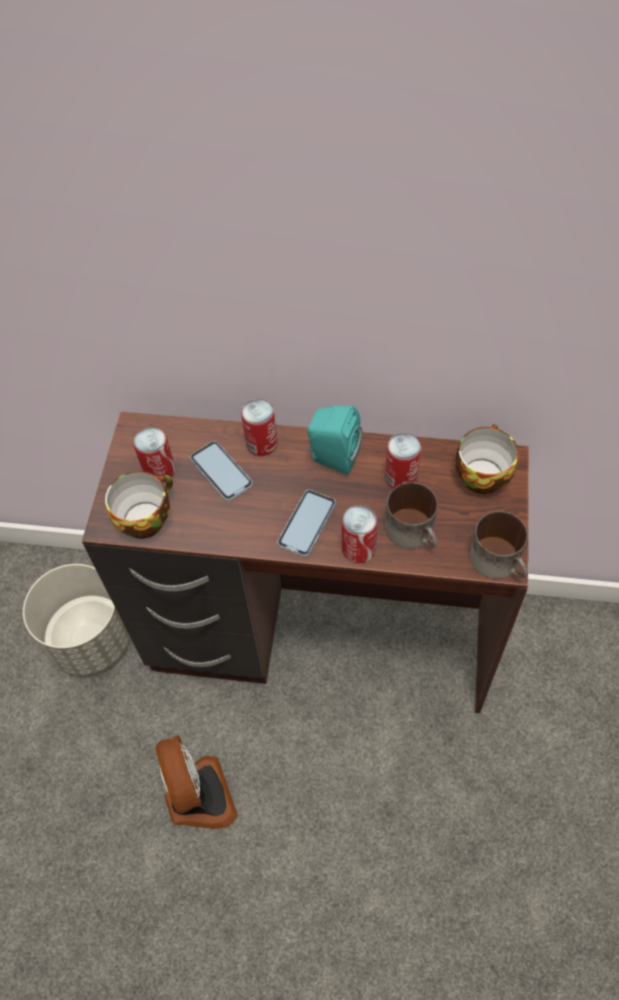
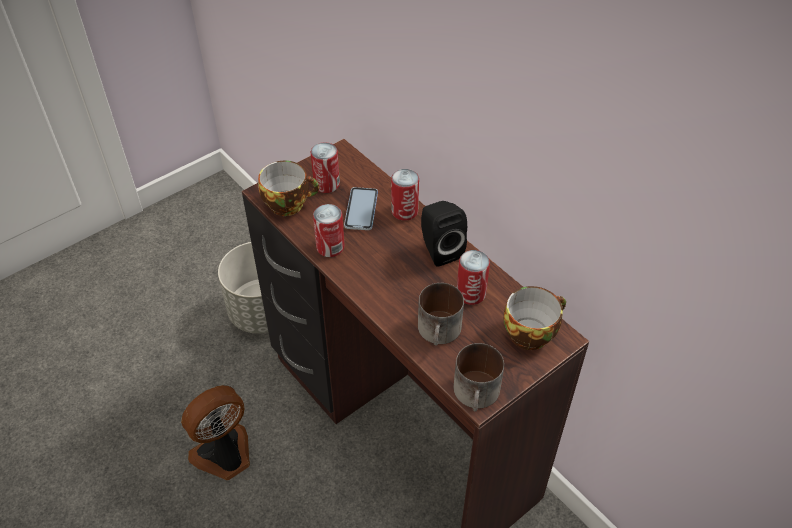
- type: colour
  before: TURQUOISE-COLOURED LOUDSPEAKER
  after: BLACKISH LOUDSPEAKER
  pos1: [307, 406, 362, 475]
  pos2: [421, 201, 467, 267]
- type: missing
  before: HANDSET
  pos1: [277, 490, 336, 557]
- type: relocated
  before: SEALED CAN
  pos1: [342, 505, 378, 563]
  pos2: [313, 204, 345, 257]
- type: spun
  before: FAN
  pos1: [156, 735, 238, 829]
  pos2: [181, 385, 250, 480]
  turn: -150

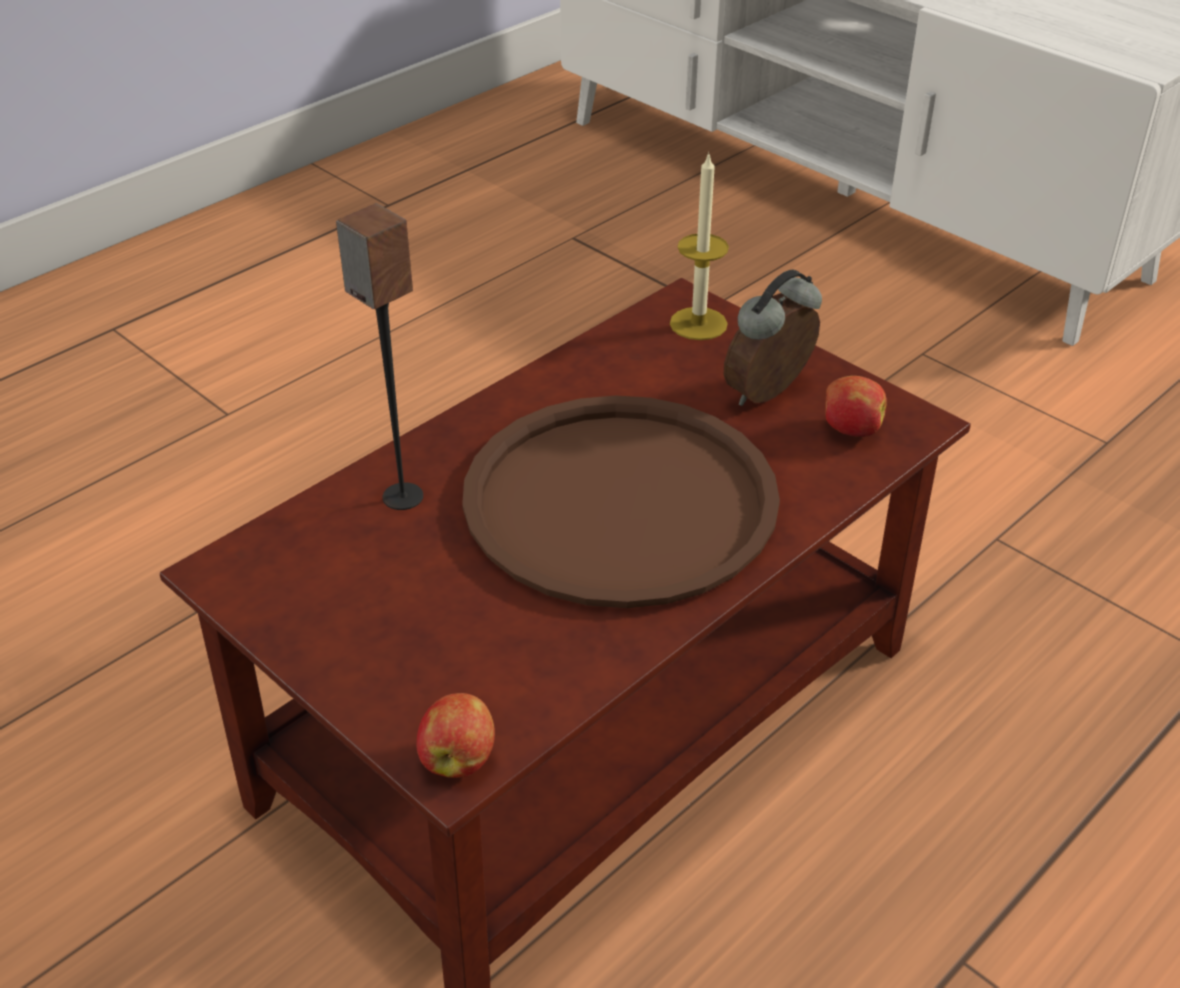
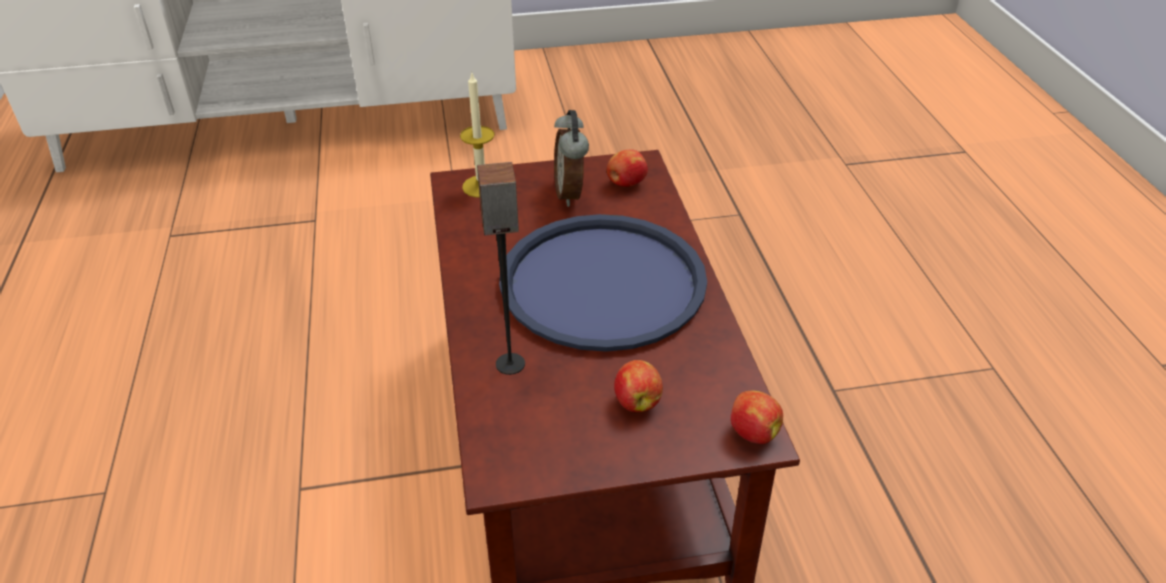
- type: colour
  before: BROWN-COLOURED TRAY
  after: BLUE TRAY
  pos1: [462, 396, 780, 608]
  pos2: [499, 214, 707, 352]
- type: appeared
  after: WHOLE APPLE
  pos2: [614, 360, 663, 412]

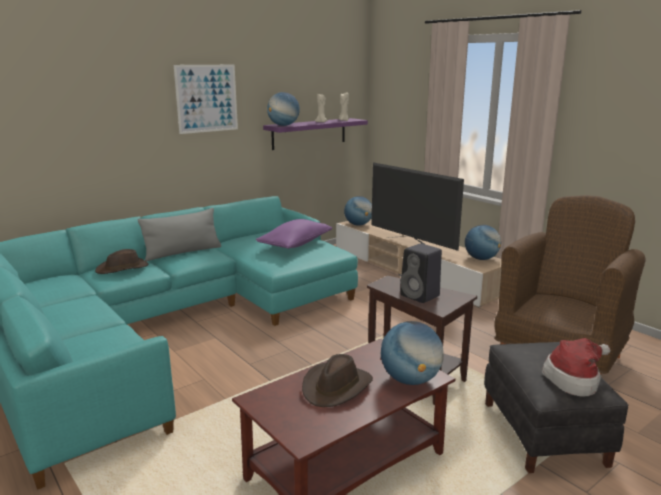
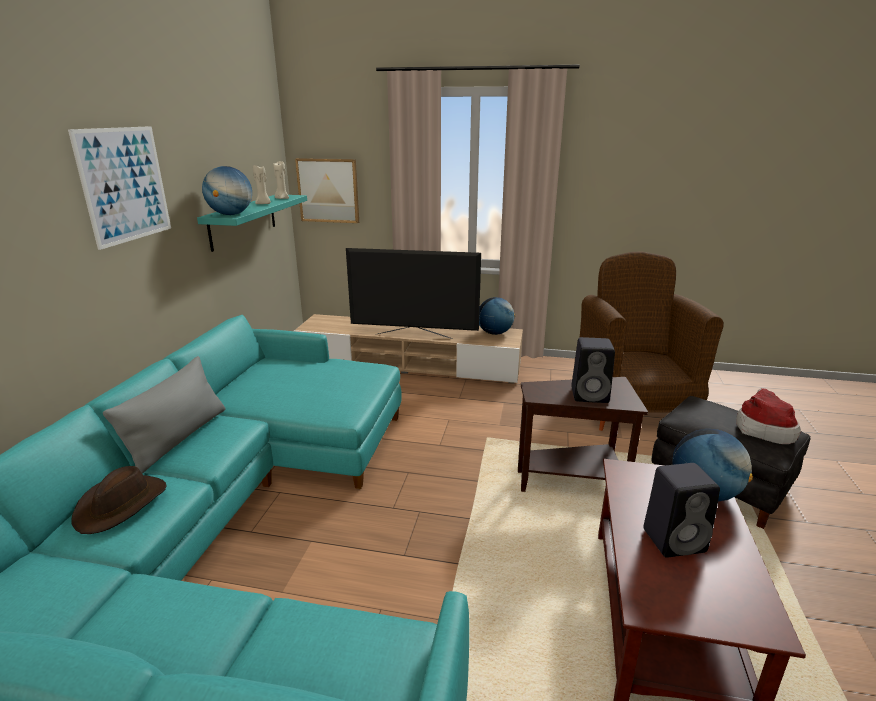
- type: colour
  before: PURPLE-COLOURED SHELF
  after: TURQUOISE-COLOURED SHELF
  pos1: [263, 118, 368, 150]
  pos2: [197, 195, 307, 252]
- type: missing
  before: DESK GLOBE
  pos1: [344, 196, 372, 226]
- type: missing
  before: PURPLE-COLOURED CUSHION
  pos1: [256, 219, 332, 249]
- type: exchanged
  before: BROWN-COLOURED CLOTHING HAT
  after: BLACKISH LOUDSPEAKER
  pos1: [302, 354, 373, 407]
  pos2: [643, 463, 720, 558]
- type: appeared
  after: PICTURE
  pos2: [295, 158, 359, 223]

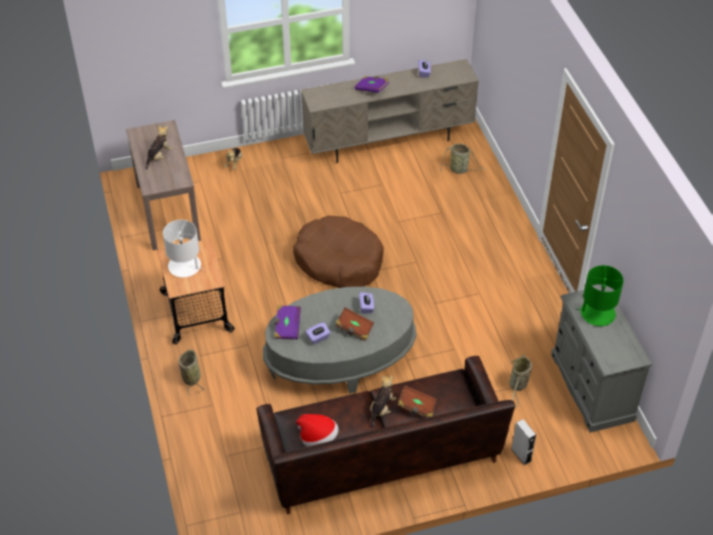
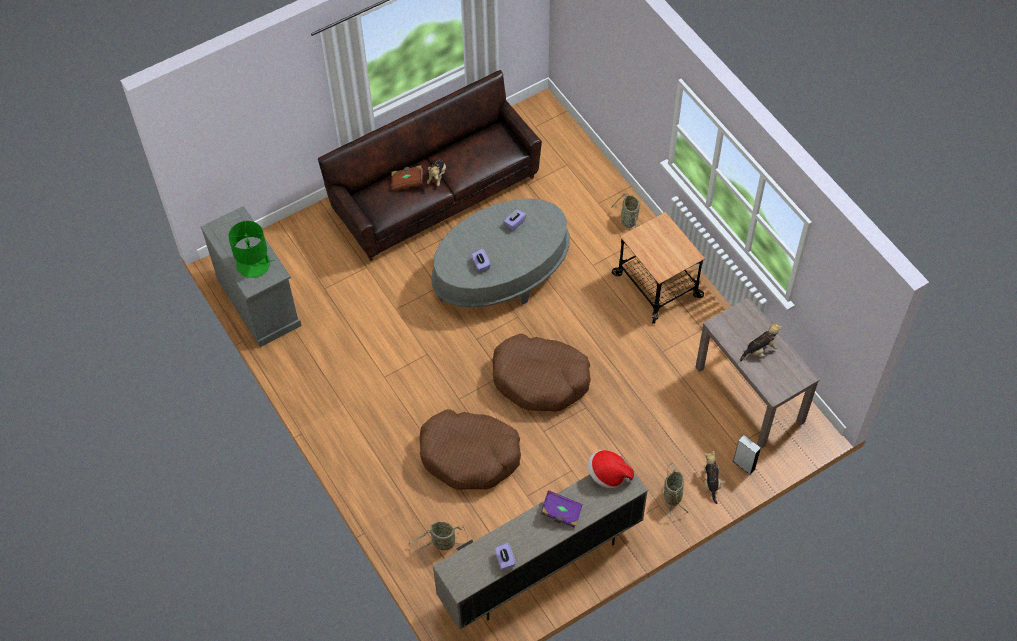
- type: spun
  before: SOFT TOY
  pos1: [146, 126, 172, 170]
  pos2: [740, 322, 782, 361]
  turn: -135
- type: missing
  before: WHITISH LAMP FOR A TABLE
  pos1: [163, 220, 202, 277]
- type: missing
  before: PURPLE-COLOURED VOLUME
  pos1: [274, 305, 301, 339]
- type: missing
  before: BROWN-COLOURED VOLUME
  pos1: [335, 307, 374, 341]
- type: relocated
  before: HOUSEHOLD BASKET
  pos1: [509, 353, 532, 408]
  pos2: [664, 463, 688, 516]
- type: relocated
  before: CLOTHING HAT
  pos1: [296, 414, 339, 447]
  pos2: [588, 450, 634, 488]
- type: relocated
  before: GREYISH LOUDSPEAKER
  pos1: [511, 419, 536, 465]
  pos2: [733, 435, 761, 475]
- type: appeared
  after: BROWN-COLOURED PET BED
  pos2: [419, 409, 521, 490]

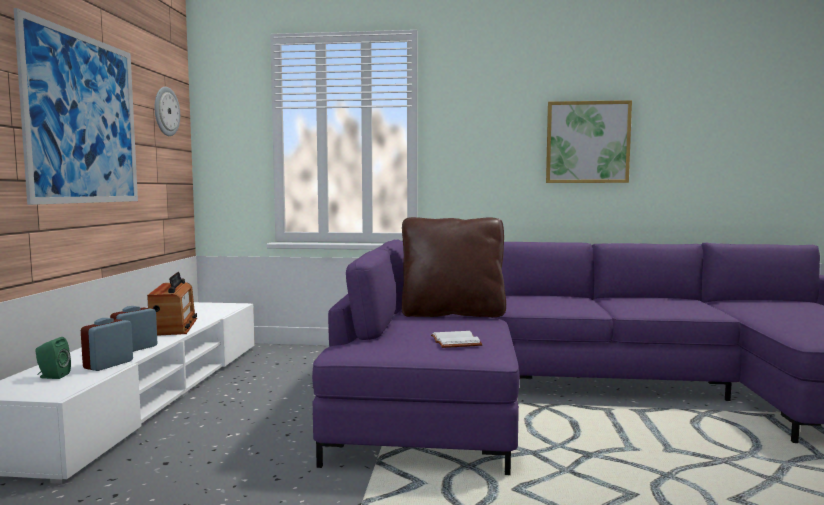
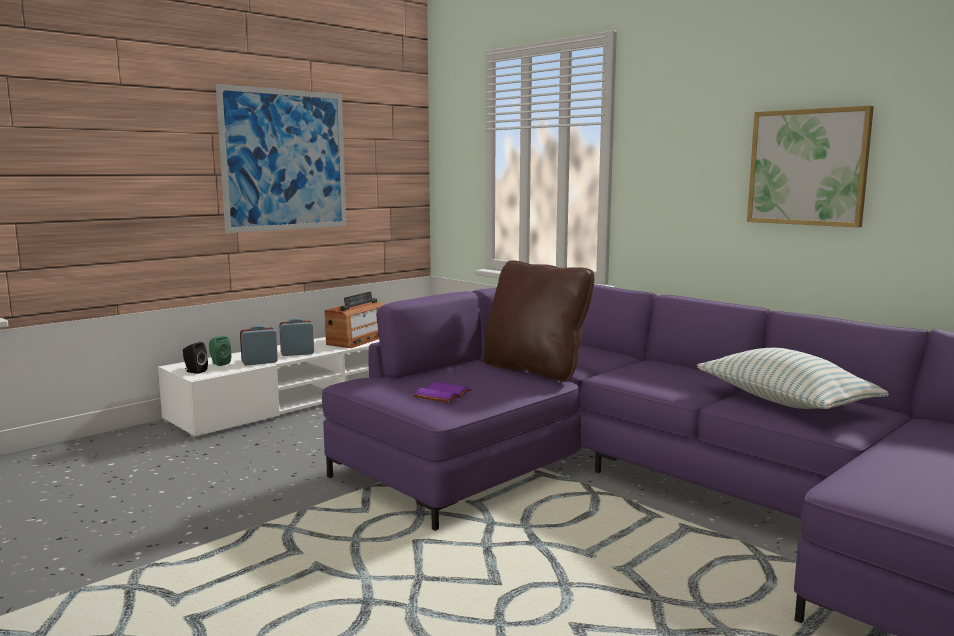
- type: missing
  before: WALL CLOCK
  pos1: [155, 87, 180, 136]
- type: colour
  before: WHITISH VOLUME
  after: PURPLE-COLOURED VOLUME
  pos1: [431, 331, 483, 348]
  pos2: [413, 382, 472, 403]
- type: appeared
  after: BLACKISH LOUDSPEAKER
  pos2: [183, 342, 208, 374]
- type: appeared
  after: CUSHION
  pos2: [697, 348, 889, 409]

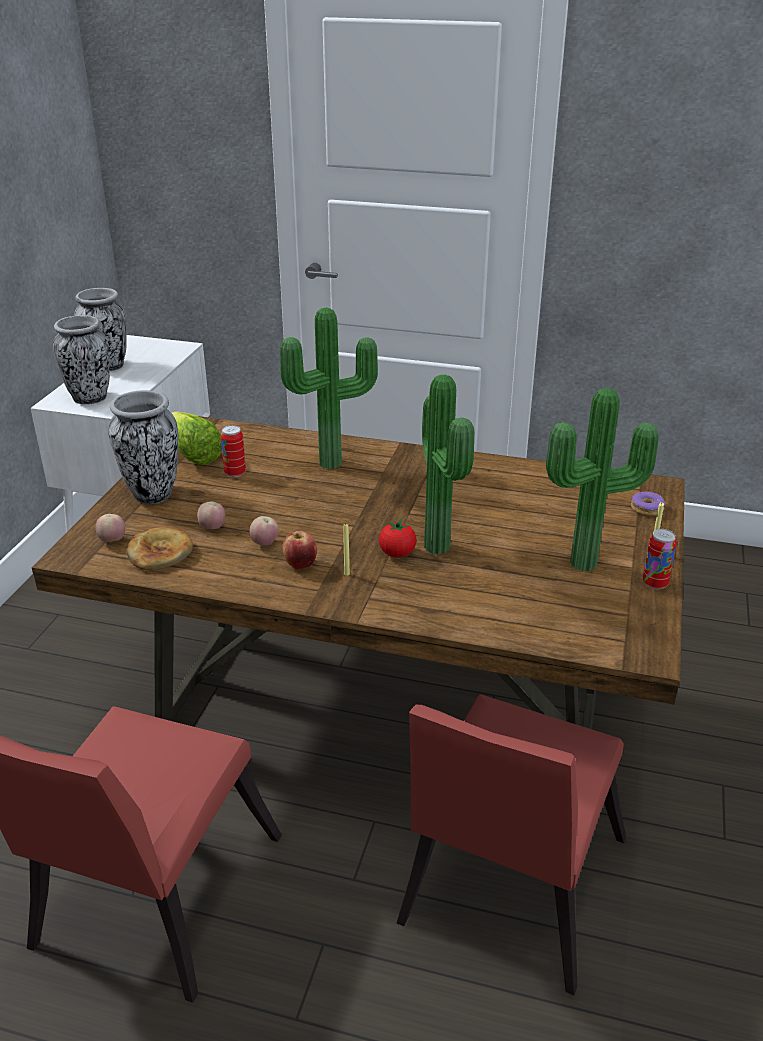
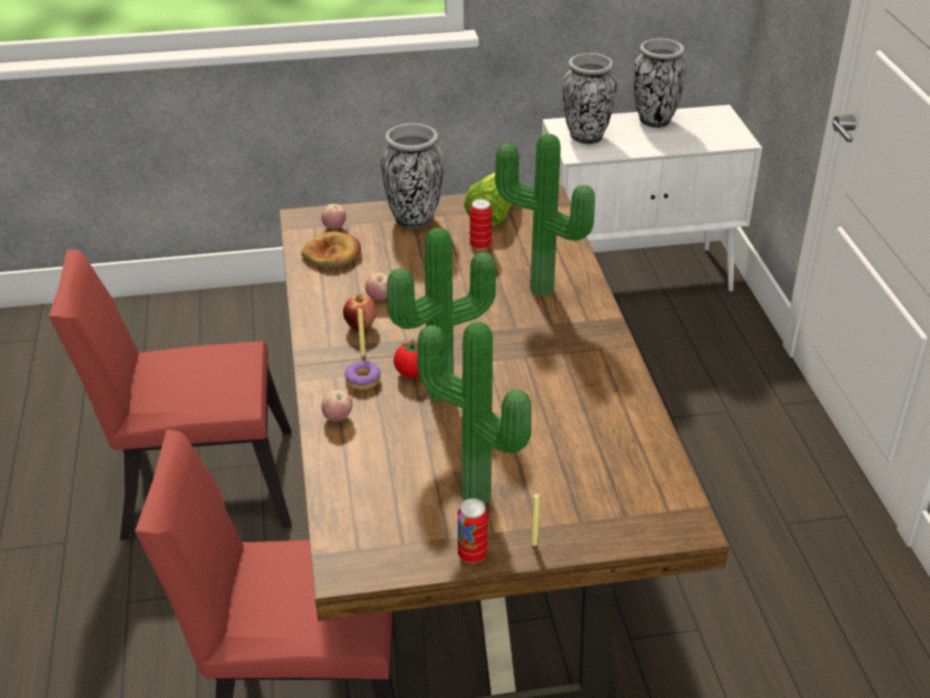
- type: relocated
  before: RING DOUGHNUT
  pos1: [631, 492, 665, 516]
  pos2: [345, 361, 381, 390]
- type: relocated
  before: WHOLE APPLE
  pos1: [197, 502, 225, 529]
  pos2: [321, 390, 353, 422]

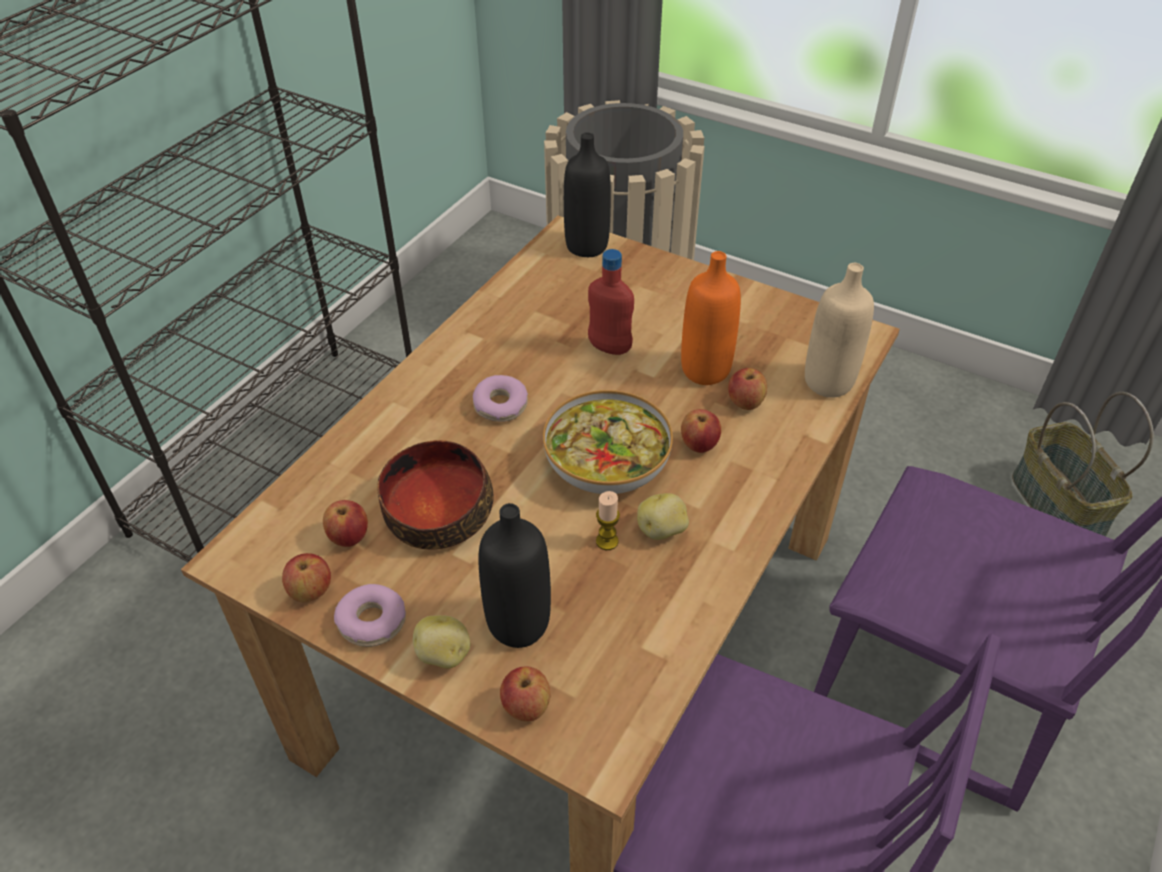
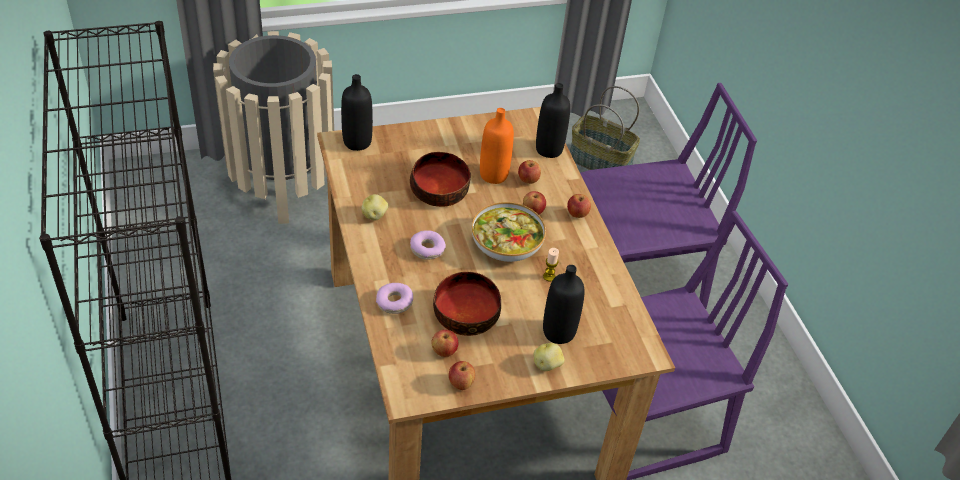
- type: exchanged
  before: RED-COLOURED BOTTLE
  after: SERVING BOWL
  pos1: [588, 249, 634, 355]
  pos2: [410, 152, 471, 207]
- type: colour
  before: BEIGE-COLOURED BOTTLE
  after: BLACKISH BOTTLE
  pos1: [805, 263, 874, 398]
  pos2: [536, 83, 570, 158]
- type: relocated
  before: POTATO
  pos1: [637, 493, 689, 540]
  pos2: [361, 194, 388, 221]
- type: relocated
  before: RING DOUGHNUT
  pos1: [334, 584, 406, 647]
  pos2: [376, 283, 413, 314]
- type: relocated
  before: WHOLE APPLE
  pos1: [500, 666, 550, 722]
  pos2: [567, 194, 591, 218]

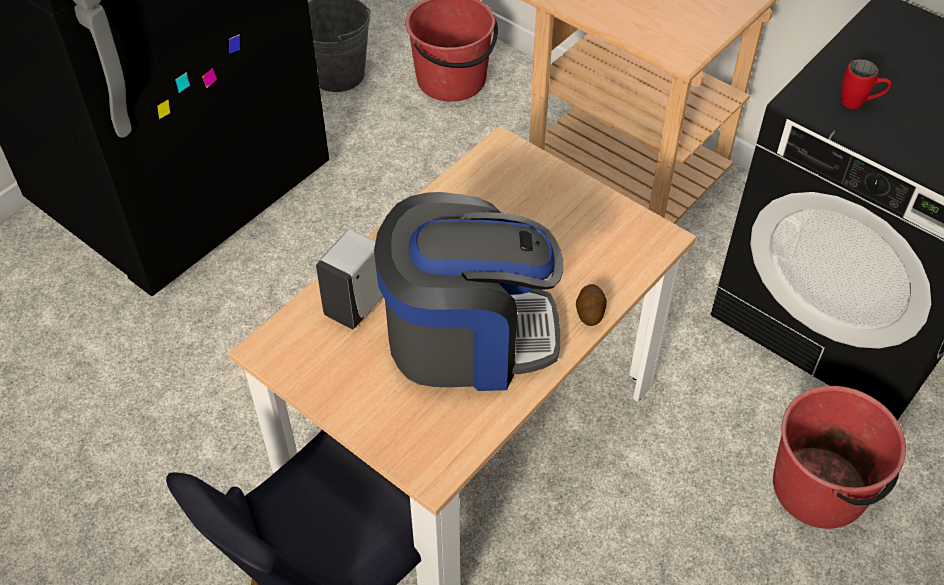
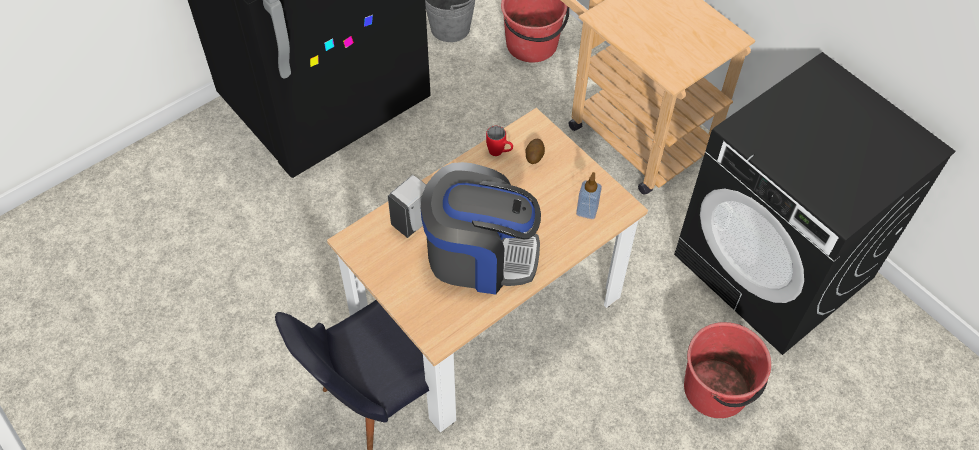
- type: relocated
  before: RED-COLOURED TEA MUG
  pos1: [841, 59, 891, 109]
  pos2: [486, 126, 513, 156]
- type: relocated
  before: POTATO
  pos1: [576, 284, 607, 326]
  pos2: [525, 139, 545, 164]
- type: appeared
  after: LIQUID SOAP BOTTLE
  pos2: [576, 172, 602, 219]

